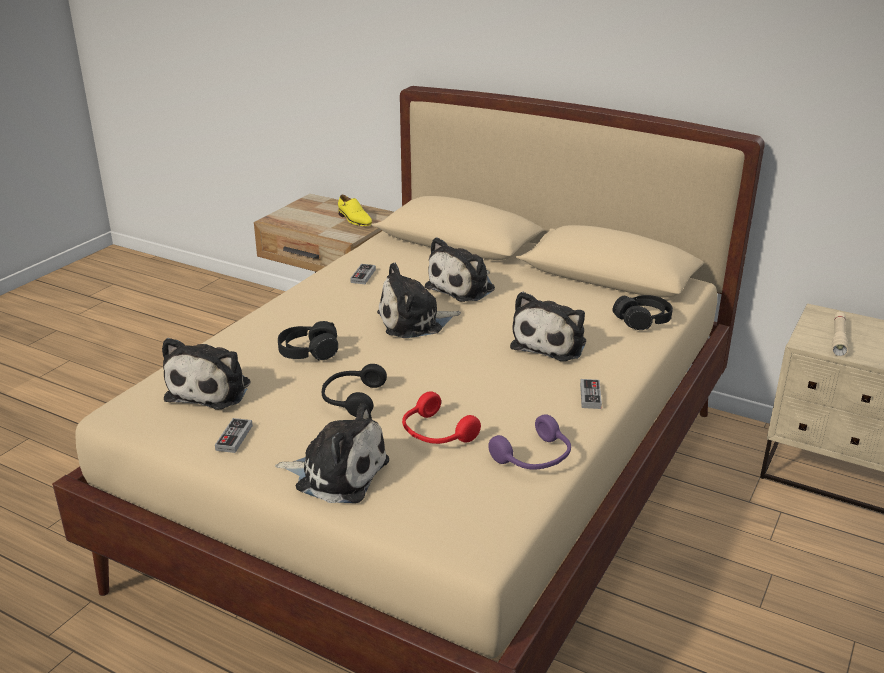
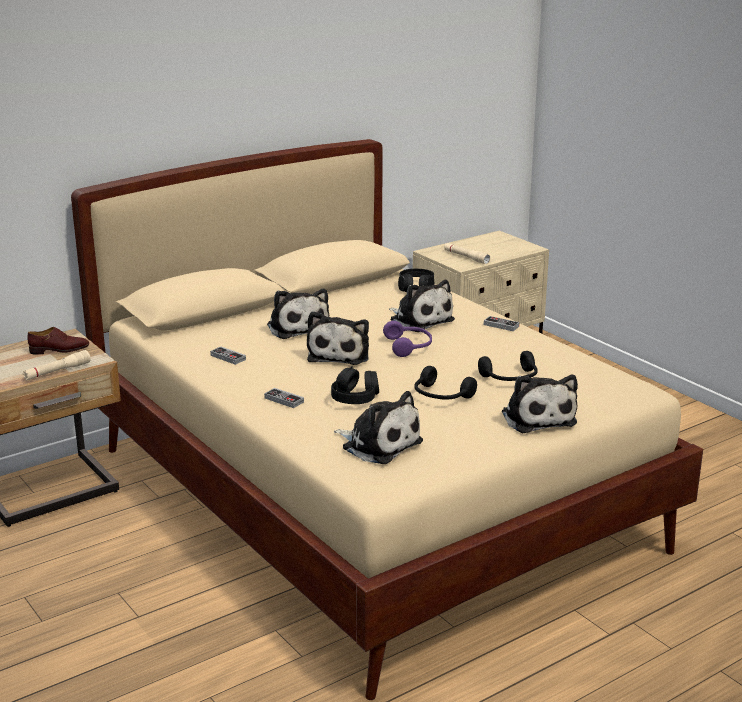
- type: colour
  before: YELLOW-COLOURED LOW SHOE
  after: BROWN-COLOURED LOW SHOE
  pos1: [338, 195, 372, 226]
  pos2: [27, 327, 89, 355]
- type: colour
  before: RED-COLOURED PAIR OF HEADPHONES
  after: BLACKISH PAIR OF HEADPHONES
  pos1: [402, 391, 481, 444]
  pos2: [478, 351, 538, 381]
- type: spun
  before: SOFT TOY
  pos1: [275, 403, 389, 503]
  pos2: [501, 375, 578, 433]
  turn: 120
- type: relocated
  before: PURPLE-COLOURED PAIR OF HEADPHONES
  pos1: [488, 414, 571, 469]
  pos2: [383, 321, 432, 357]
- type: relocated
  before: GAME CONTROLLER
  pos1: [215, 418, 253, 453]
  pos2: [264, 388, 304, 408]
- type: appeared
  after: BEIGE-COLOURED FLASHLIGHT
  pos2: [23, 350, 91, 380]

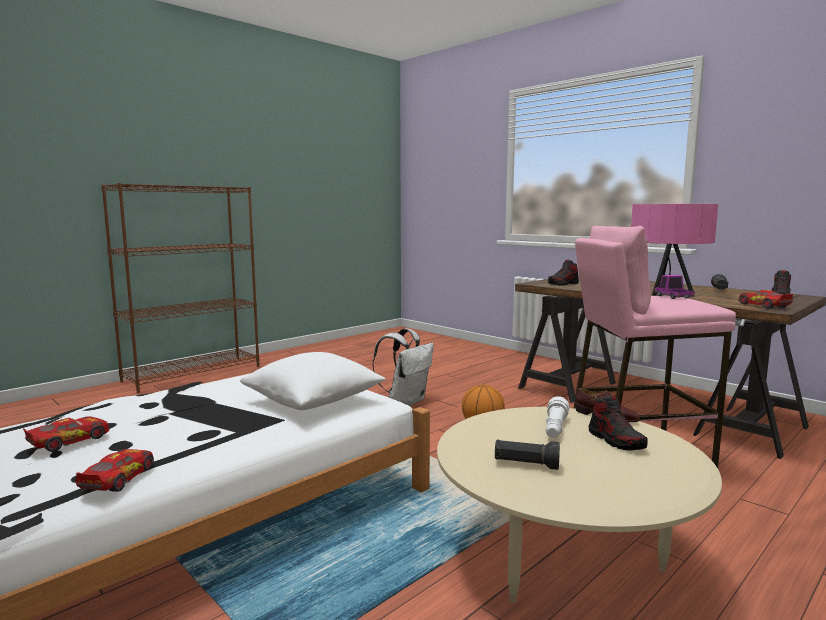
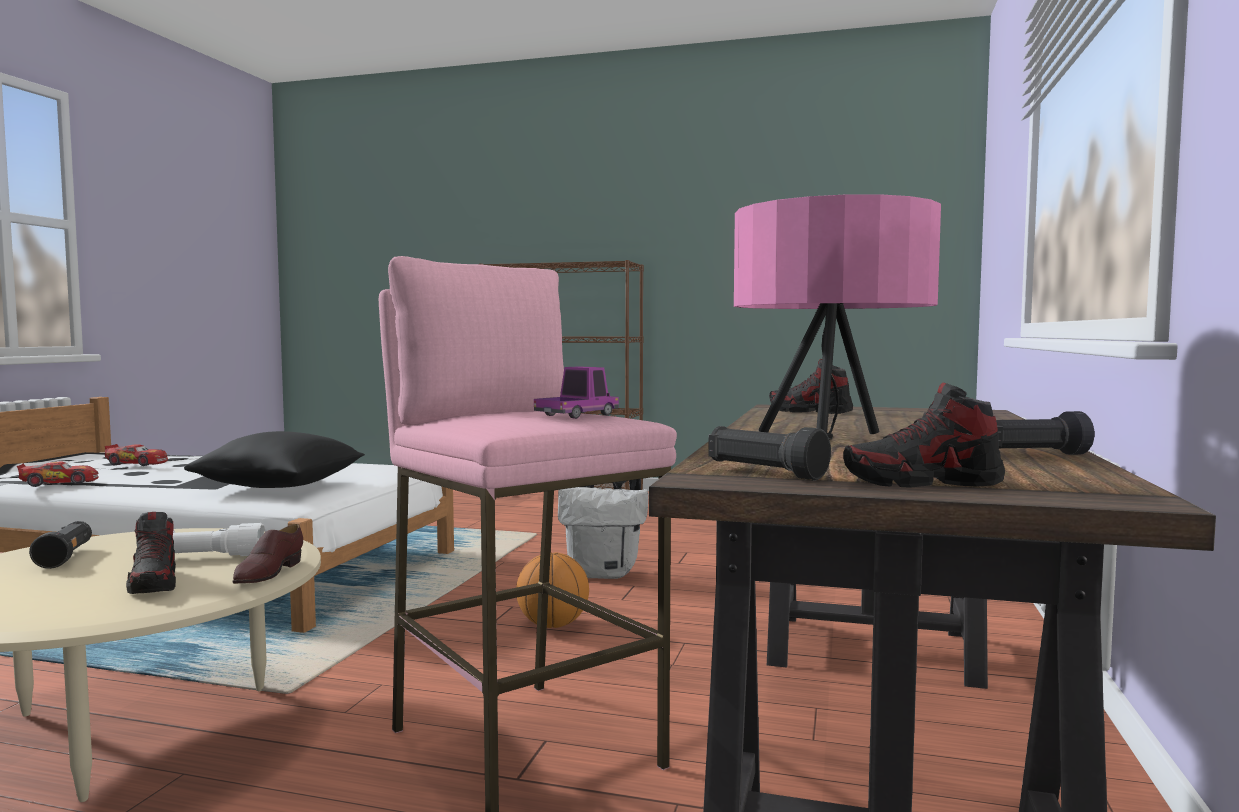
- type: exchanged
  before: MINIATURE CAR
  after: BLACKISH FLASHLIGHT
  pos1: [738, 290, 793, 308]
  pos2: [708, 426, 831, 481]
- type: colour
  before: WHITISH CUSHION
  after: BLACKISH CUSHION
  pos1: [240, 352, 386, 410]
  pos2: [184, 431, 365, 488]
- type: spun
  before: LOW SHOE
  pos1: [589, 395, 648, 451]
  pos2: [126, 512, 176, 594]
  turn: -60

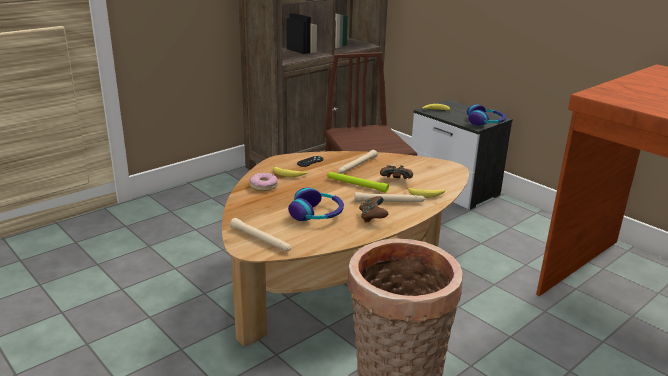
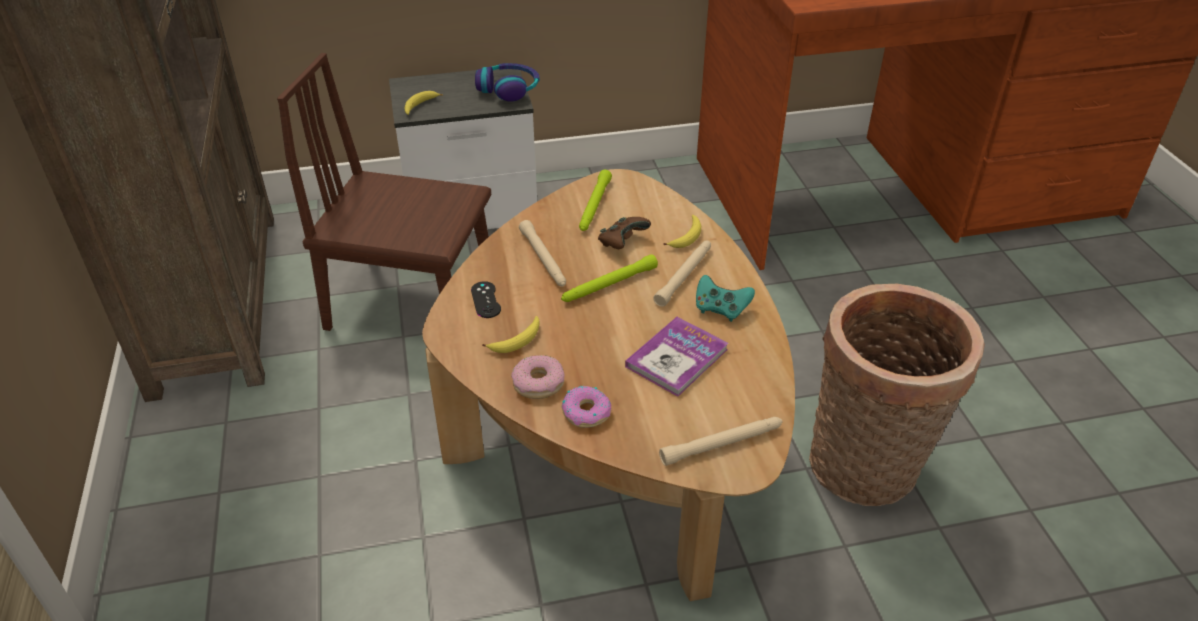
- type: exchanged
  before: PAIR OF HEADPHONES
  after: VOLUME
  pos1: [288, 188, 344, 221]
  pos2: [625, 317, 728, 397]
- type: colour
  before: BROWN-COLOURED GAME CONTROLLER
  after: TURQUOISE-COLOURED GAME CONTROLLER
  pos1: [359, 196, 388, 223]
  pos2: [696, 275, 755, 322]
- type: appeared
  after: GREEN FLASHLIGHT
  pos2: [579, 170, 612, 231]
- type: appeared
  after: RING DOUGHNUT
  pos2: [562, 386, 611, 428]

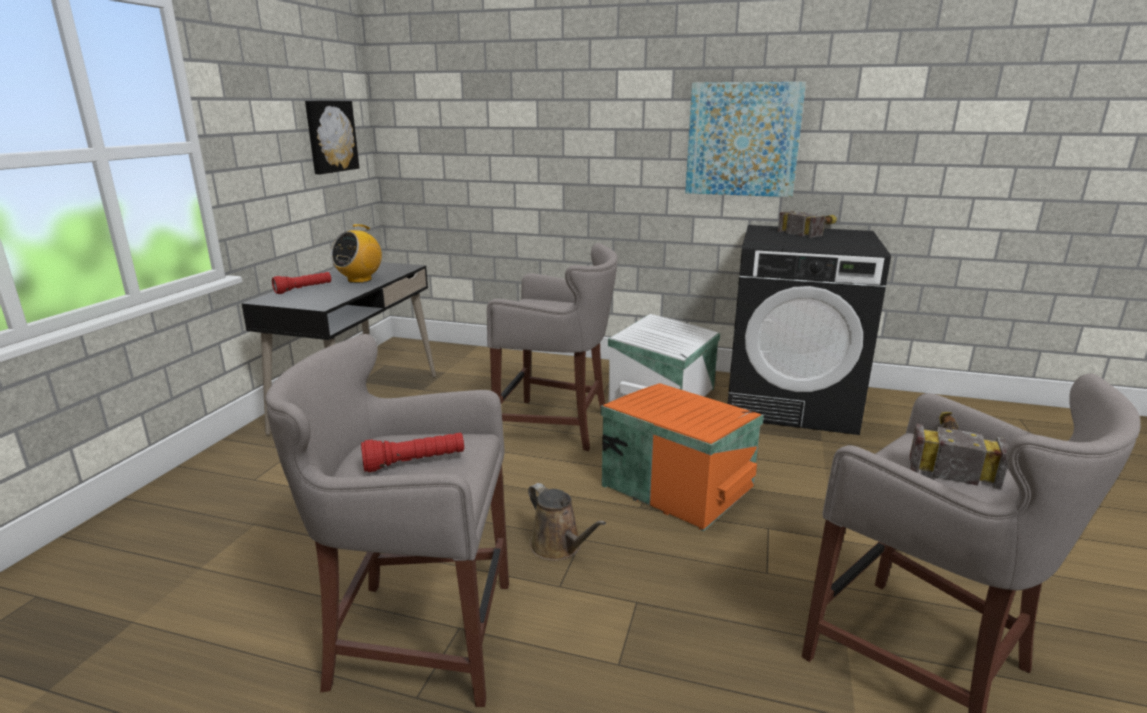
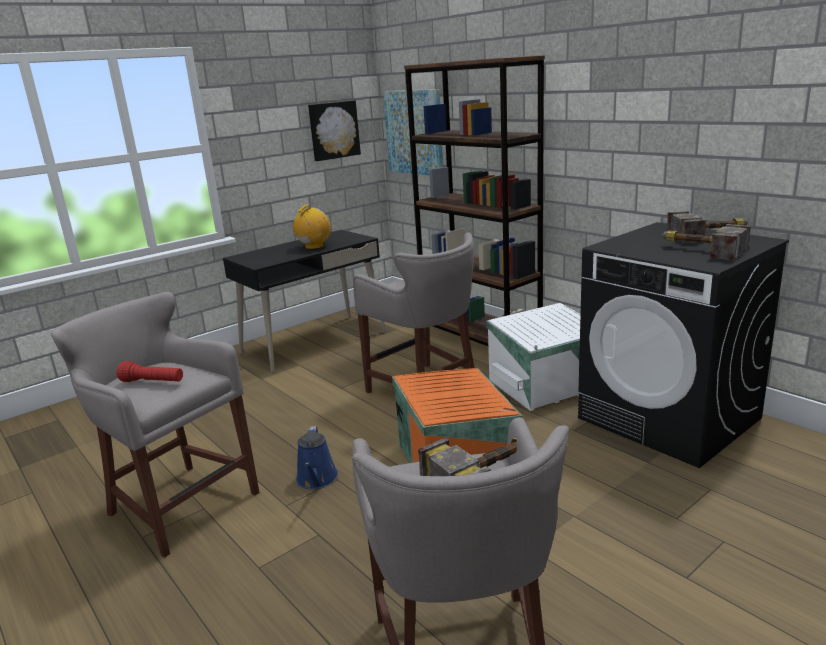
- type: relocated
  before: PICTURE
  pos1: [685, 82, 806, 197]
  pos2: [383, 89, 443, 175]
- type: spun
  before: RADIO SET
  pos1: [331, 224, 382, 283]
  pos2: [293, 204, 331, 249]
  turn: 150
- type: missing
  before: RED-COLOURED FLASHLIGHT
  pos1: [272, 272, 331, 294]
- type: colour
  before: BROWN-COLOURED SPRINKLING CAN
  after: BLUE SPRINKLING CAN
  pos1: [528, 483, 606, 561]
  pos2: [296, 426, 338, 489]
- type: appeared
  after: BROWN-COLOURED SHELVING UNIT
  pos2: [404, 55, 545, 346]
- type: appeared
  after: HAND HAMMER
  pos2: [662, 224, 751, 260]

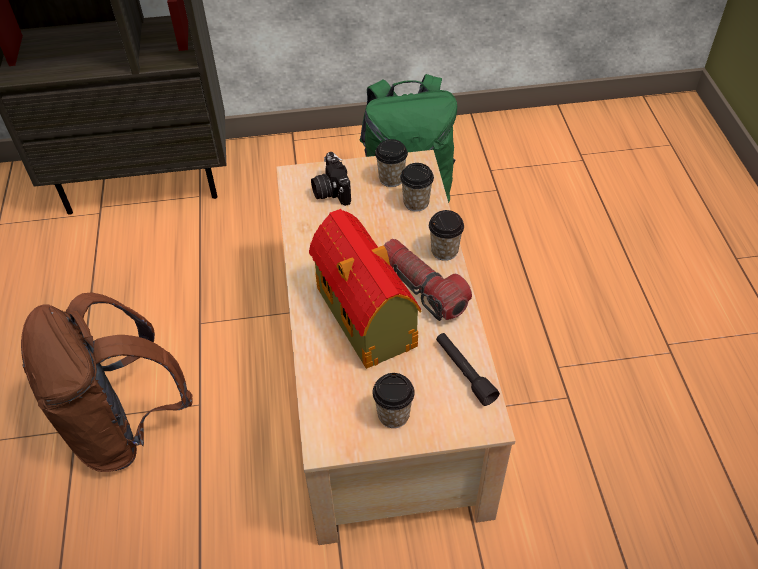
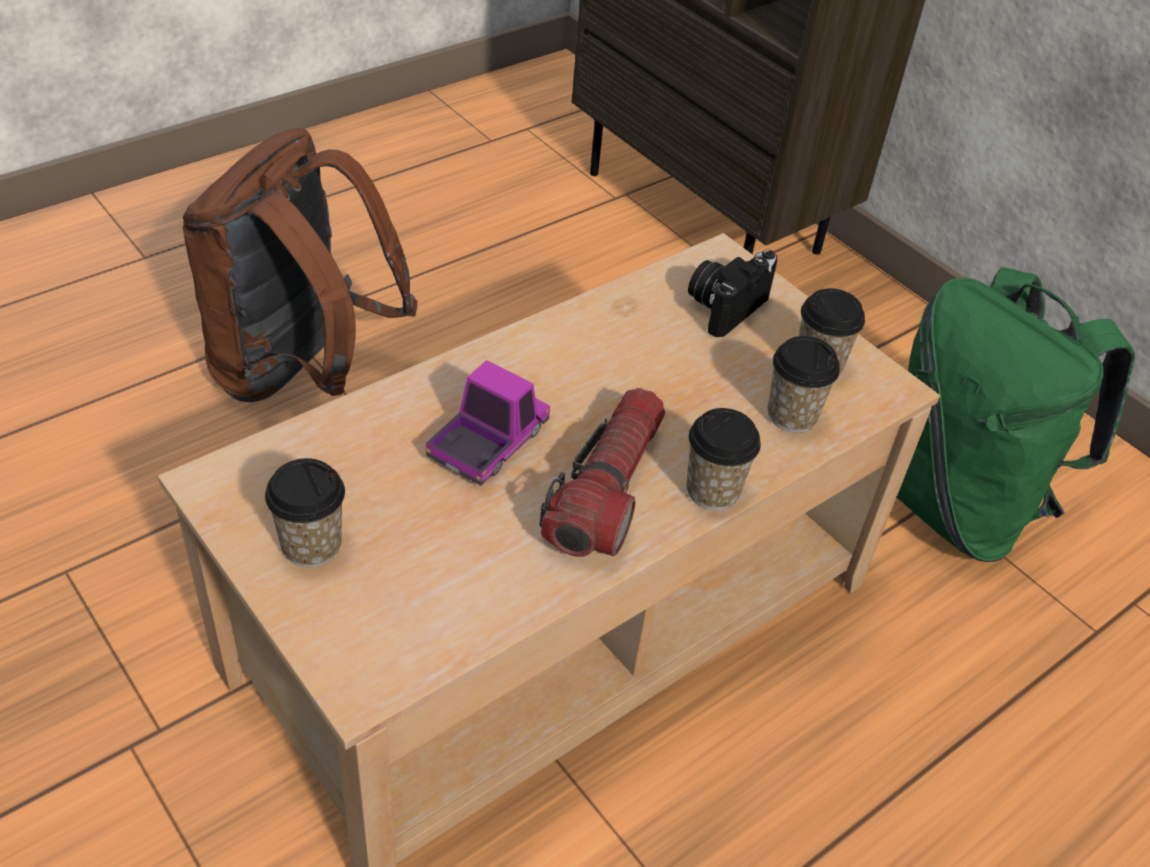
- type: exchanged
  before: MINIATURE HOUSE
  after: TOY TRUCK
  pos1: [309, 209, 422, 369]
  pos2: [426, 360, 550, 486]
- type: missing
  before: BLACKISH FLASHLIGHT
  pos1: [436, 333, 500, 406]

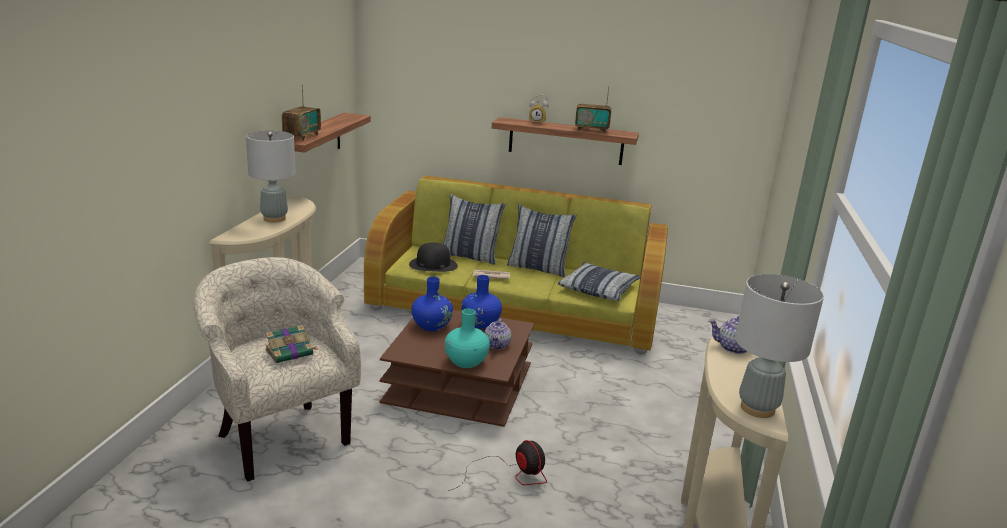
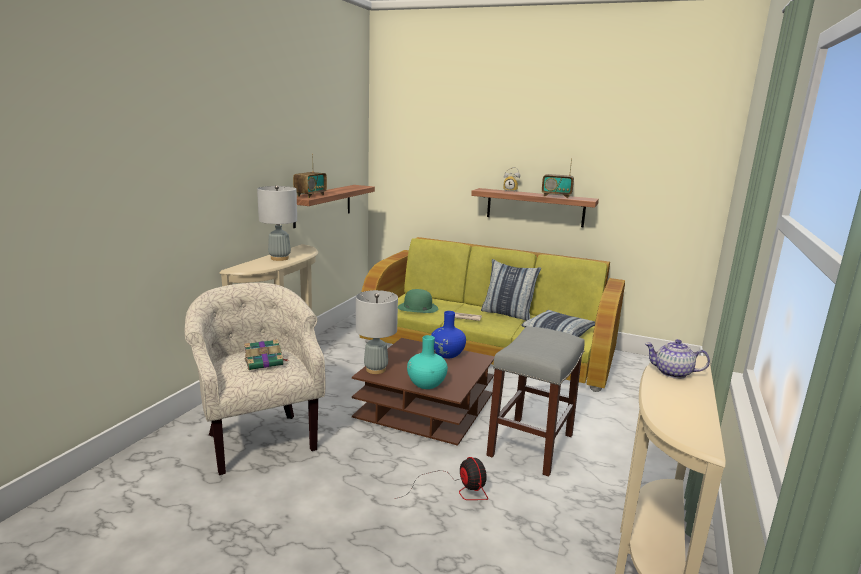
- type: missing
  before: CUSHION
  pos1: [443, 194, 506, 265]
- type: colour
  before: BLACKISH CLOTHING HAT
  after: GREEN CLOTHING HAT
  pos1: [409, 243, 458, 272]
  pos2: [398, 289, 438, 313]
- type: relocated
  before: GREYISH LAMP FOR A TABLE
  pos1: [735, 274, 824, 418]
  pos2: [356, 290, 398, 374]
- type: missing
  before: BLUE FLOWER VASE
  pos1: [412, 277, 453, 331]
- type: missing
  before: POT FOR TEA
  pos1: [484, 318, 511, 349]
- type: appeared
  after: GREYISH STOOL
  pos2: [487, 327, 585, 477]

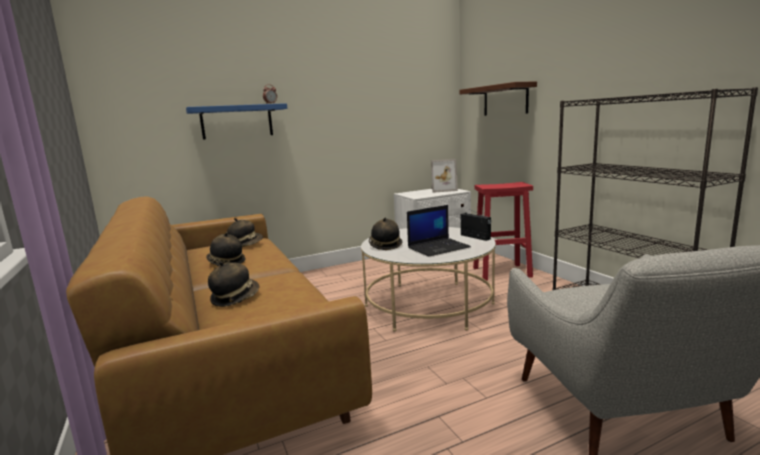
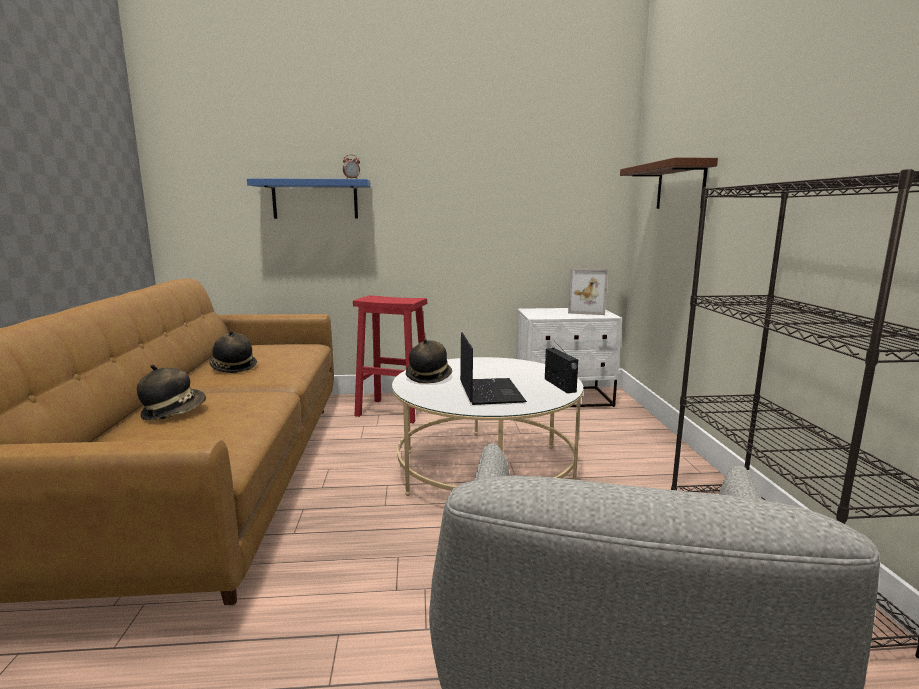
- type: relocated
  before: RED-COLOURED STOOL
  pos1: [473, 182, 533, 281]
  pos2: [353, 295, 427, 423]
- type: spun
  before: LAPTOP
  pos1: [407, 205, 471, 256]
  pos2: [460, 332, 527, 405]
  turn: -90
- type: missing
  before: CLOTHING HAT
  pos1: [227, 218, 263, 247]

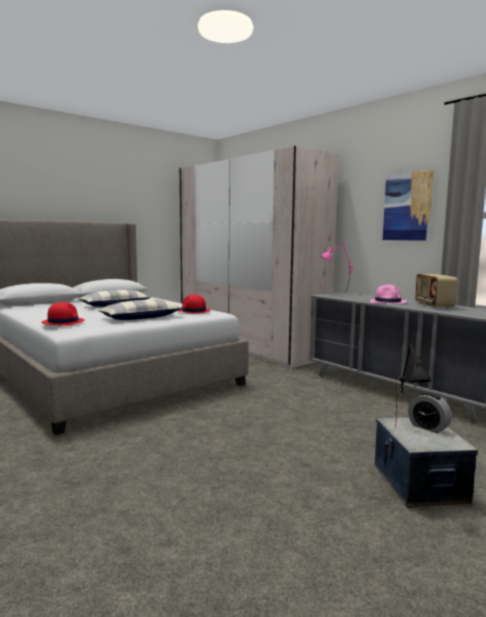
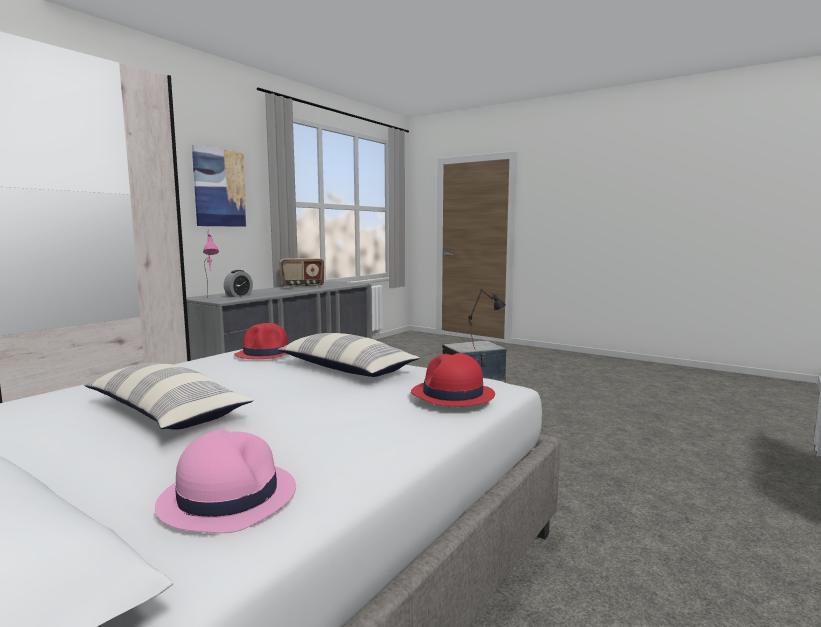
- type: relocated
  before: PINKISH CLOTHING HAT
  pos1: [370, 285, 407, 304]
  pos2: [155, 430, 296, 533]
- type: relocated
  before: TABLE CLOCK
  pos1: [408, 392, 452, 433]
  pos2: [224, 270, 253, 297]

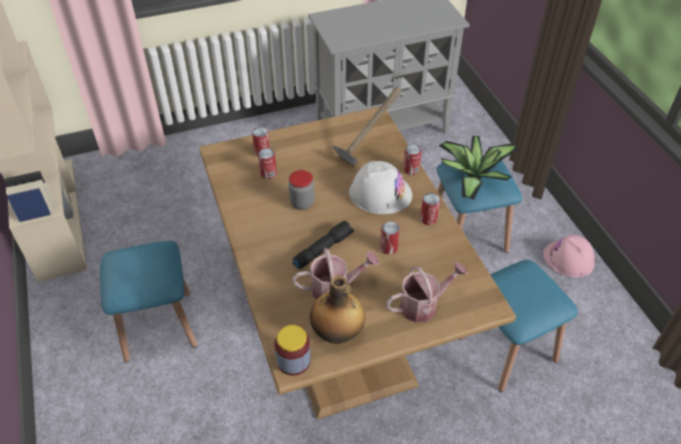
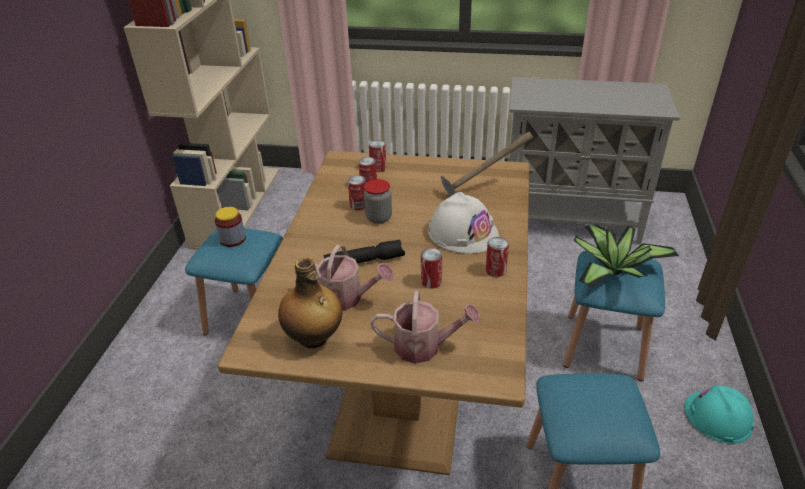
- type: relocated
  before: SEALED CAN
  pos1: [403, 144, 422, 175]
  pos2: [348, 175, 366, 210]
- type: colour
  before: PINKISH SAFETY HELMET
  after: TURQUOISE-COLOURED SAFETY HELMET
  pos1: [543, 235, 595, 277]
  pos2: [684, 385, 754, 444]
- type: relocated
  before: JAR
  pos1: [274, 325, 311, 376]
  pos2: [215, 207, 246, 247]

